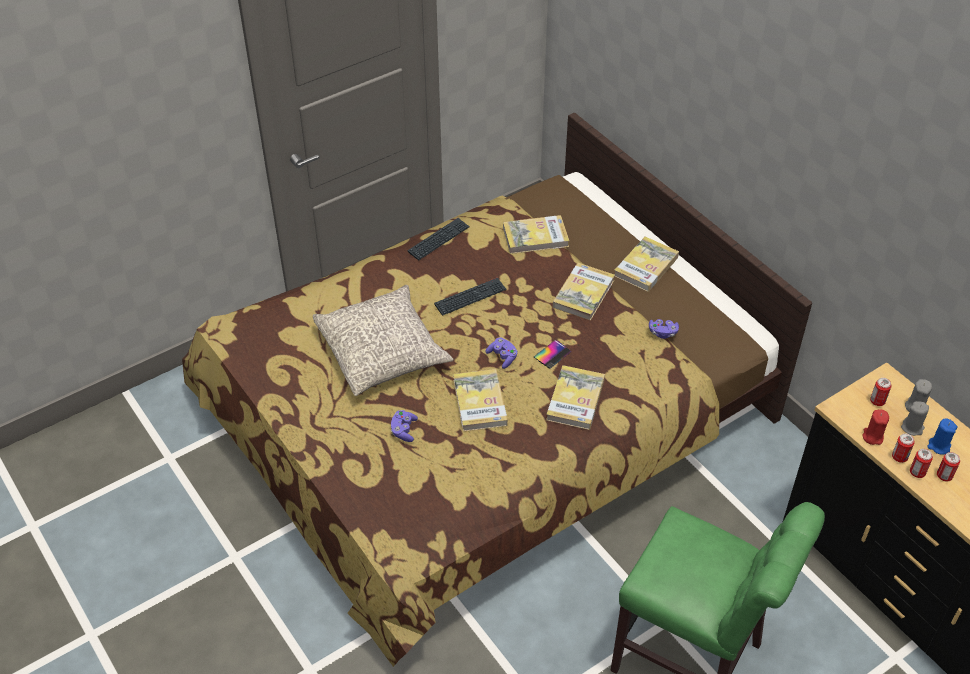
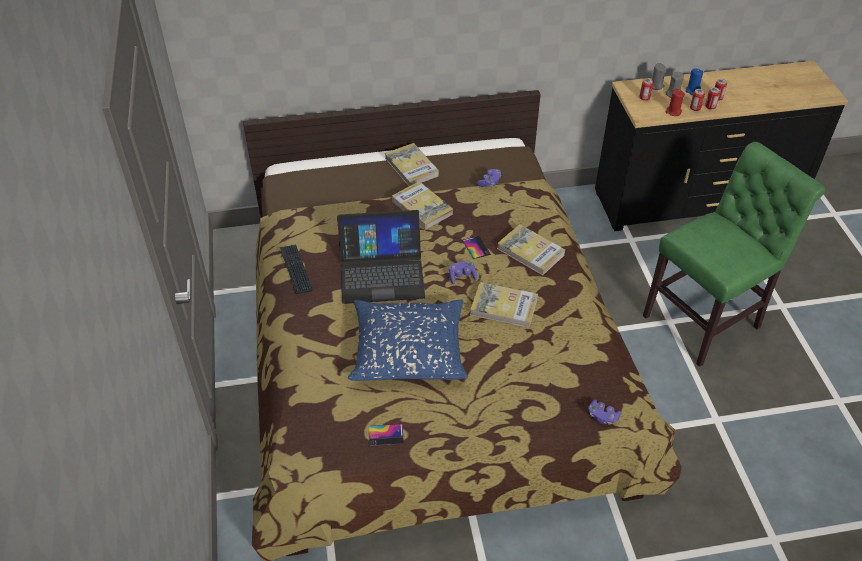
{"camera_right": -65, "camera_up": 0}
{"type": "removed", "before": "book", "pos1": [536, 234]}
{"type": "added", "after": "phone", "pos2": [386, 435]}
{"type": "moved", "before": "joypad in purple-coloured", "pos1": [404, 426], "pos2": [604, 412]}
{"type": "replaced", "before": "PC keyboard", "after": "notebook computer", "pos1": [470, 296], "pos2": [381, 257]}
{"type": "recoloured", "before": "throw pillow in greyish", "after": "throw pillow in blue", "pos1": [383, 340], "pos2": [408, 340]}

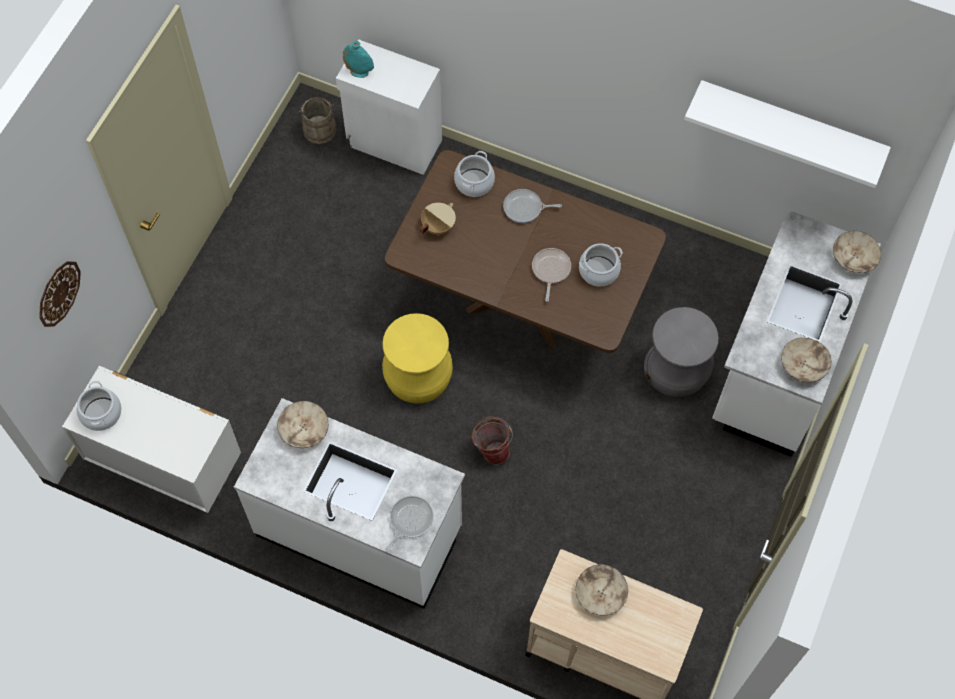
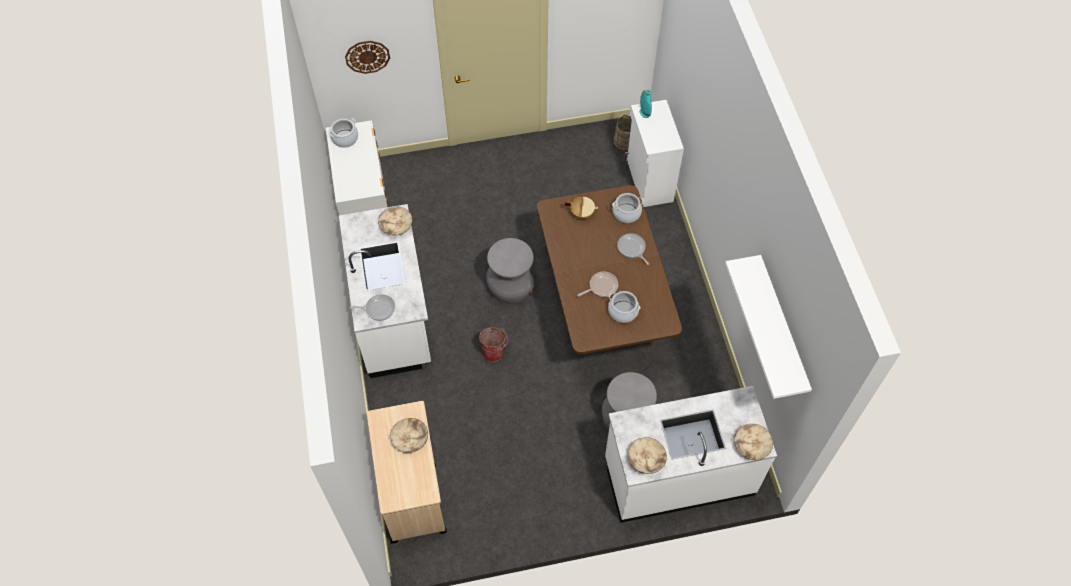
{"camera_right": 55, "camera_up": -5}
{"type": "recoloured", "before": "stool in yellow", "after": "stool in greyish", "pos1": [417, 358], "pos2": [510, 271]}

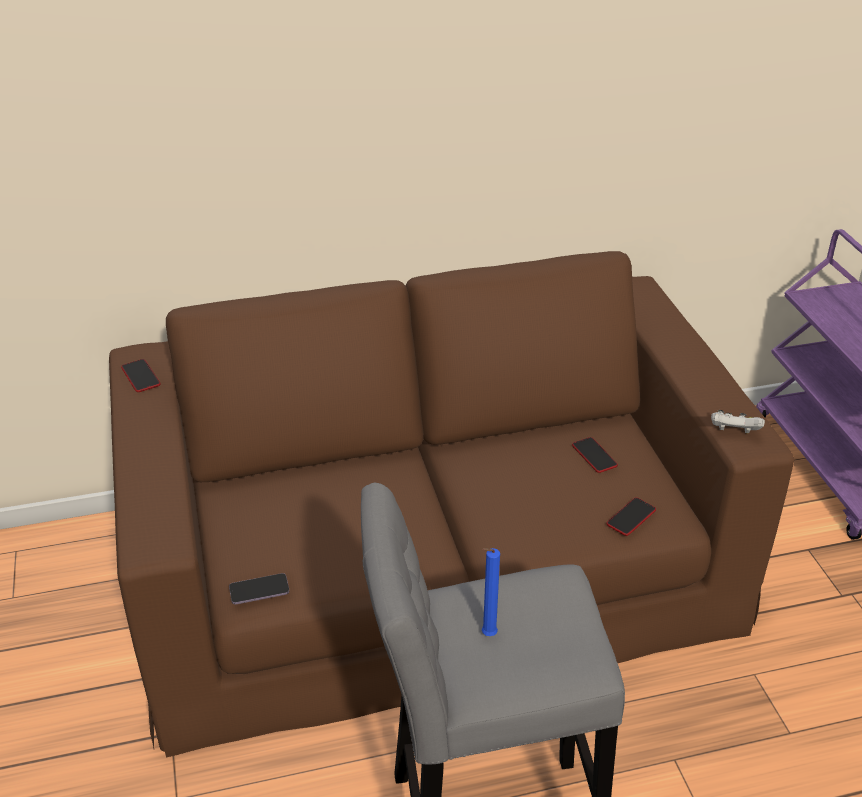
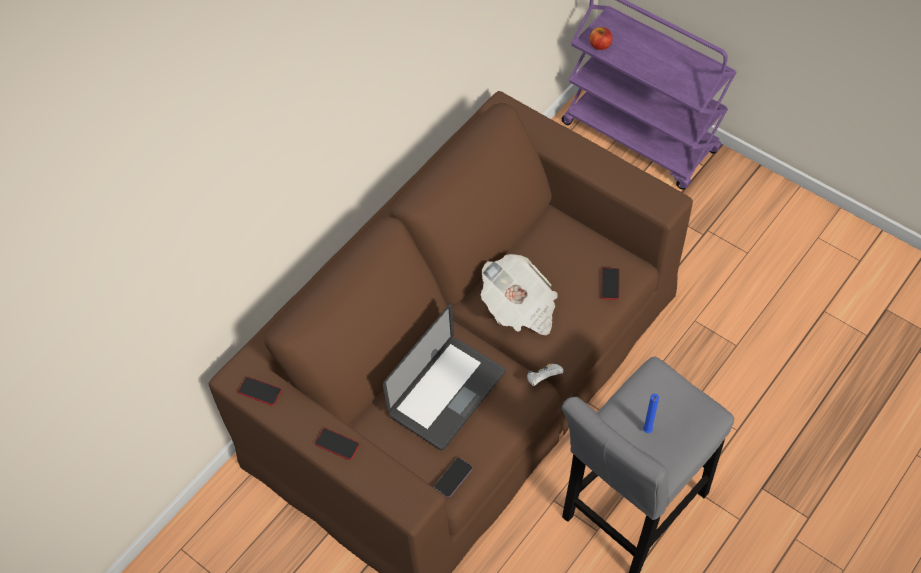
{"camera_right": -35, "camera_up": 20}
{"type": "added", "after": "notebook computer", "pos2": [444, 377]}
{"type": "added", "after": "newspaper", "pos2": [519, 294]}
{"type": "added", "after": "whole apple", "pos2": [601, 38]}
{"type": "moved", "before": "phone", "pos1": [595, 455], "pos2": [337, 444]}
{"type": "moved", "before": "joypad in whitish", "pos1": [738, 422], "pos2": [545, 375]}

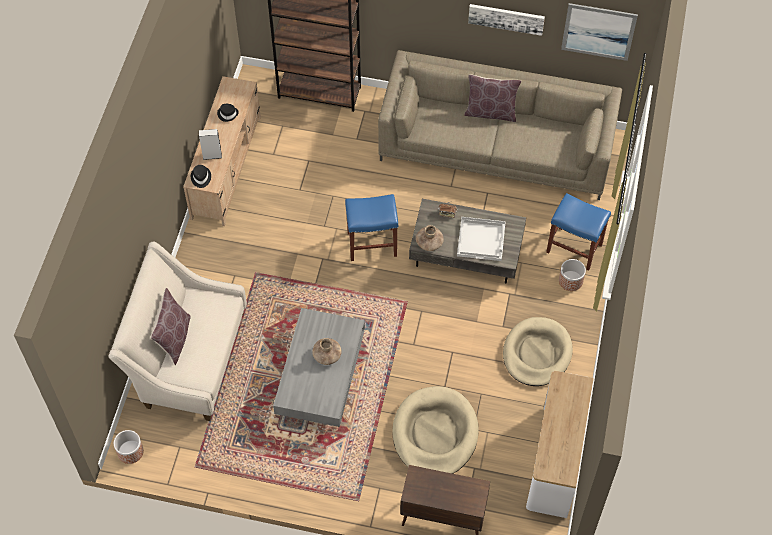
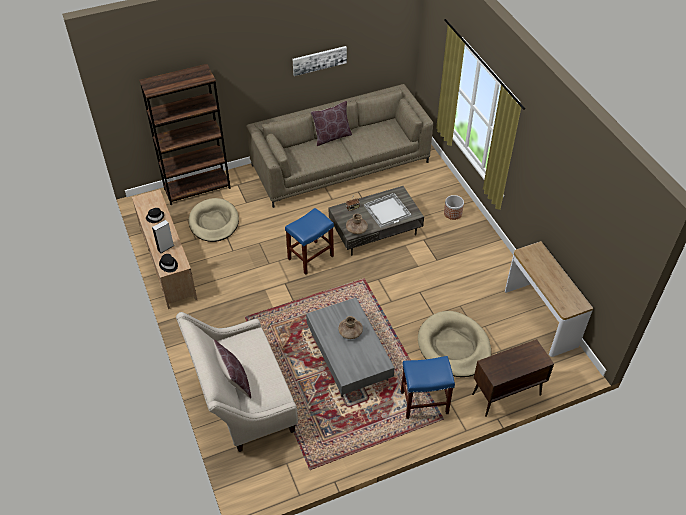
{"camera_right": -35, "camera_up": -10}
{"type": "removed", "before": "plant pot", "pos1": [129, 447]}
{"type": "removed", "before": "wall picture", "pos1": [599, 32]}
{"type": "moved", "before": "pet bed in sand-coloured", "pos1": [538, 351], "pos2": [214, 220]}
{"type": "moved", "before": "stool in blue", "pos1": [578, 232], "pos2": [428, 387]}

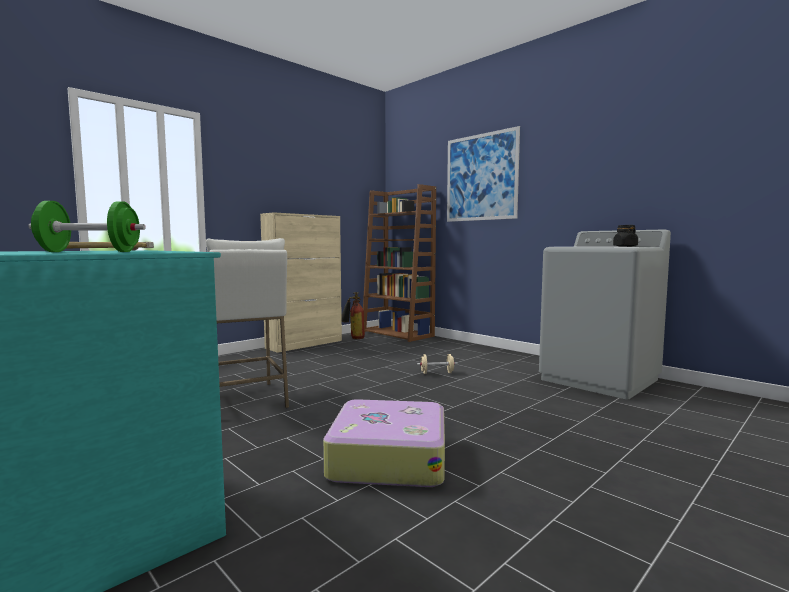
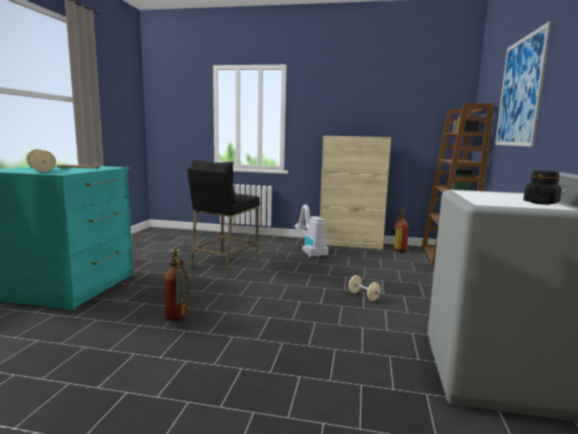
{"camera_right": 55, "camera_up": 5}
{"type": "added", "after": "vacuum", "pos2": [311, 230]}
{"type": "replaced", "before": "suitcase", "after": "fire-fighting cylinder", "pos1": [384, 443], "pos2": [178, 285]}
{"type": "recoloured", "before": "free weight in green", "after": "free weight in sand-coloured", "pos1": [87, 226], "pos2": [41, 160]}
{"type": "recoloured", "before": "stool in whitish", "after": "stool in black-coloured", "pos1": [247, 323], "pos2": [223, 218]}

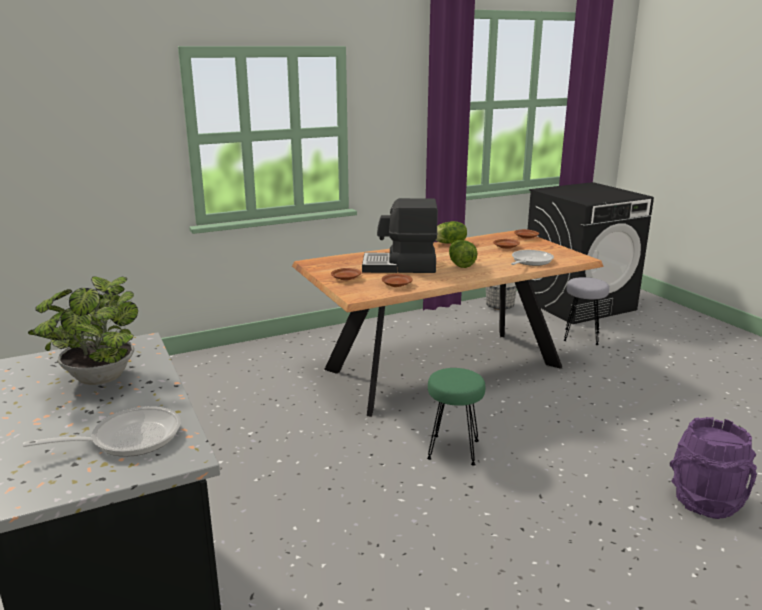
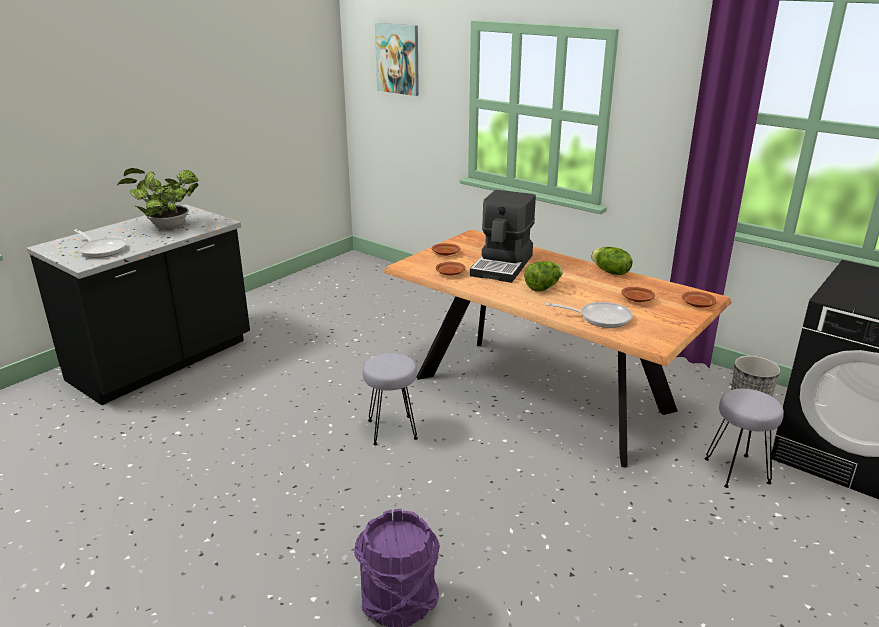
{"camera_right": 65, "camera_up": 5}
{"type": "added", "after": "wall picture", "pos2": [397, 59]}
{"type": "recoloured", "before": "stool in green", "after": "stool in greyish", "pos1": [456, 416], "pos2": [390, 399]}
{"type": "turned", "before": "coffee brewer", "pos1": [400, 235], "pos2": [503, 236], "turn": -135}

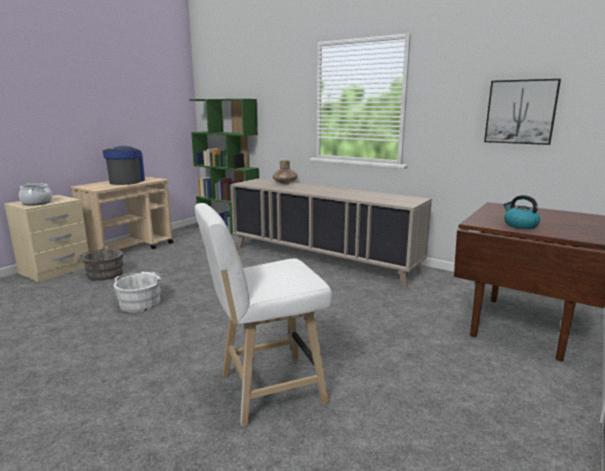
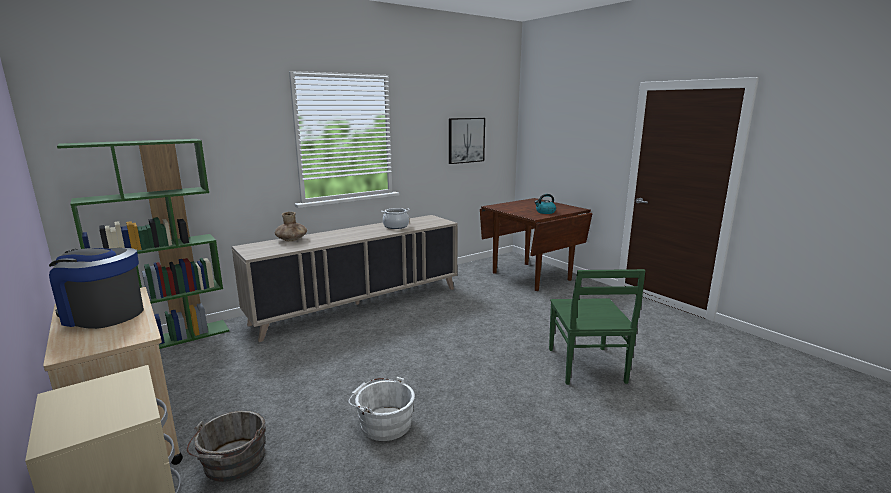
{"camera_right": -70, "camera_up": 0}
{"type": "moved", "before": "saucepot", "pos1": [35, 194], "pos2": [395, 218]}
{"type": "replaced", "before": "stool in whitish", "after": "chair in green", "pos1": [263, 315], "pos2": [597, 327]}

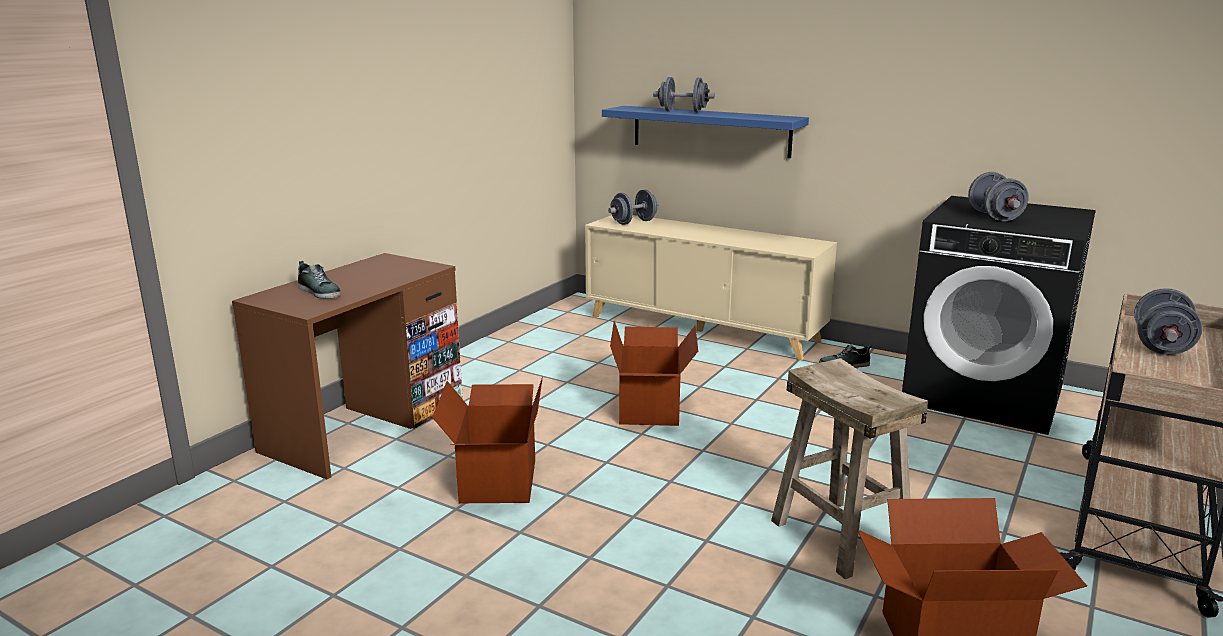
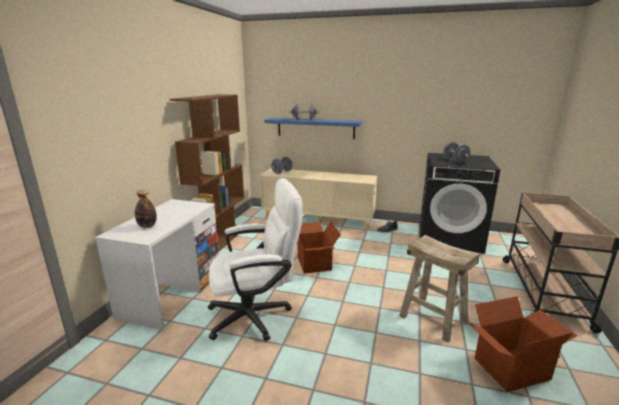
{"camera_right": -15, "camera_up": 0}
{"type": "removed", "before": "free weight in greyish", "pos1": [1168, 321]}
{"type": "added", "after": "bookshelf in brown", "pos2": [206, 172]}
{"type": "replaced", "before": "low shoe", "after": "drink bottle", "pos1": [319, 280], "pos2": [146, 209]}
{"type": "replaced", "before": "packing box", "after": "desk chair in whitish", "pos1": [487, 439], "pos2": [255, 259]}
{"type": "recoloured", "before": "desk in brown", "after": "desk in whitish", "pos1": [347, 366], "pos2": [157, 264]}

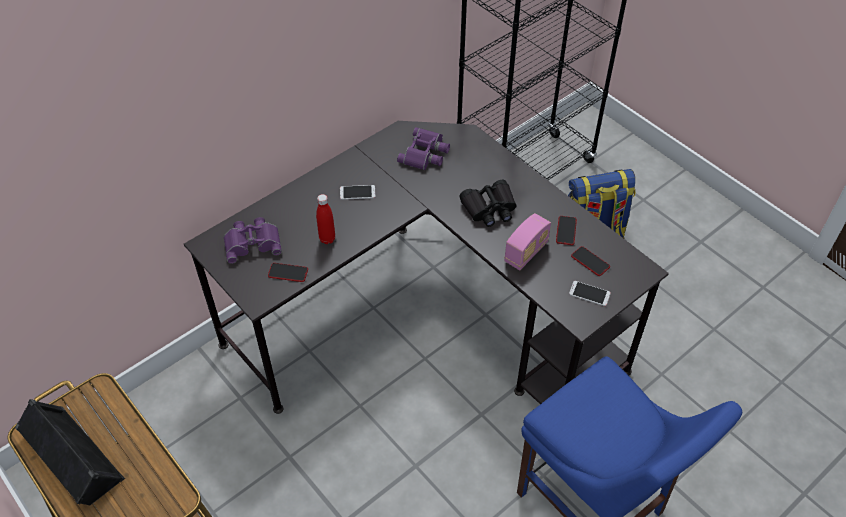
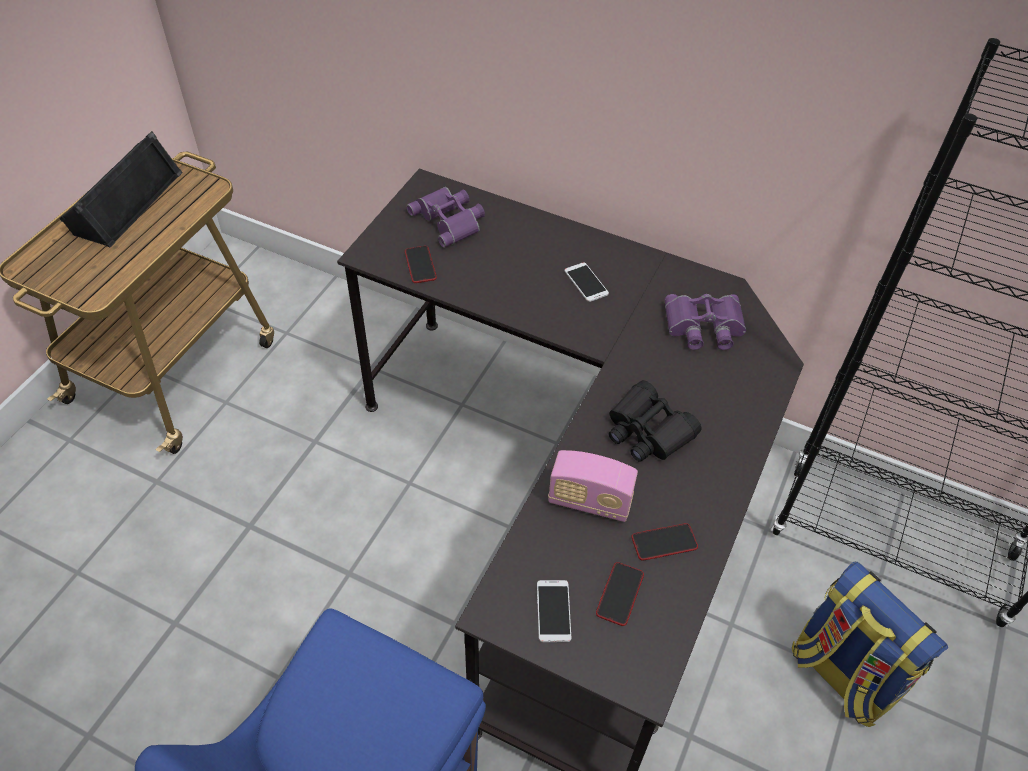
{"camera_right": 65, "camera_up": 0}
{"type": "removed", "before": "drink bottle in red", "pos1": [325, 219]}

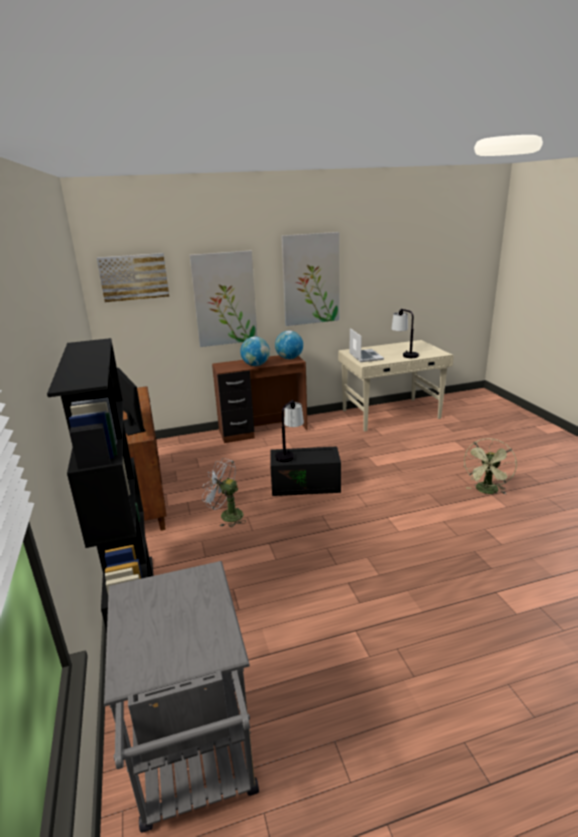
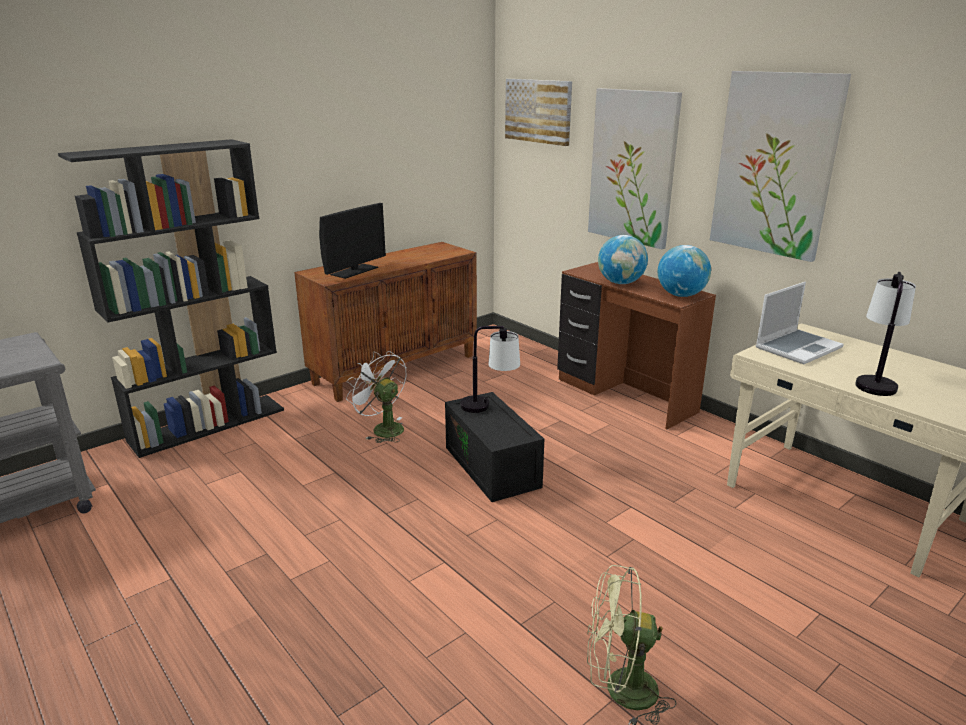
{"camera_right": 65, "camera_up": 0}
{"type": "turned", "before": "cooling fan in whitish", "pos1": [223, 492], "pos2": [376, 397], "turn": -45}

